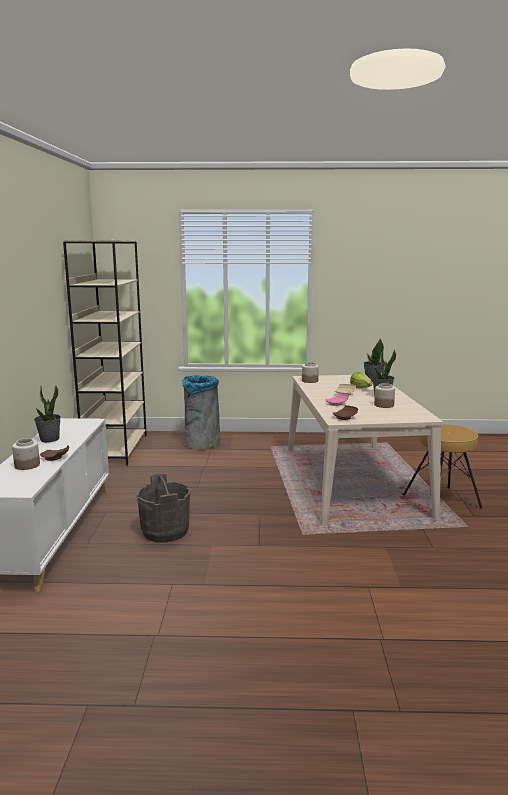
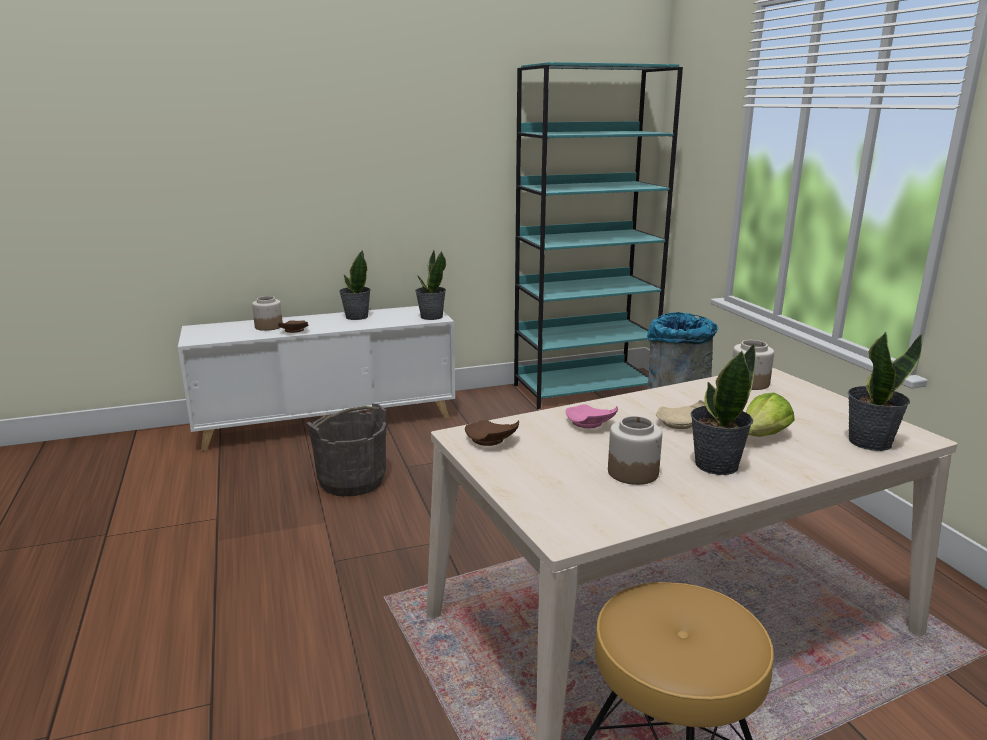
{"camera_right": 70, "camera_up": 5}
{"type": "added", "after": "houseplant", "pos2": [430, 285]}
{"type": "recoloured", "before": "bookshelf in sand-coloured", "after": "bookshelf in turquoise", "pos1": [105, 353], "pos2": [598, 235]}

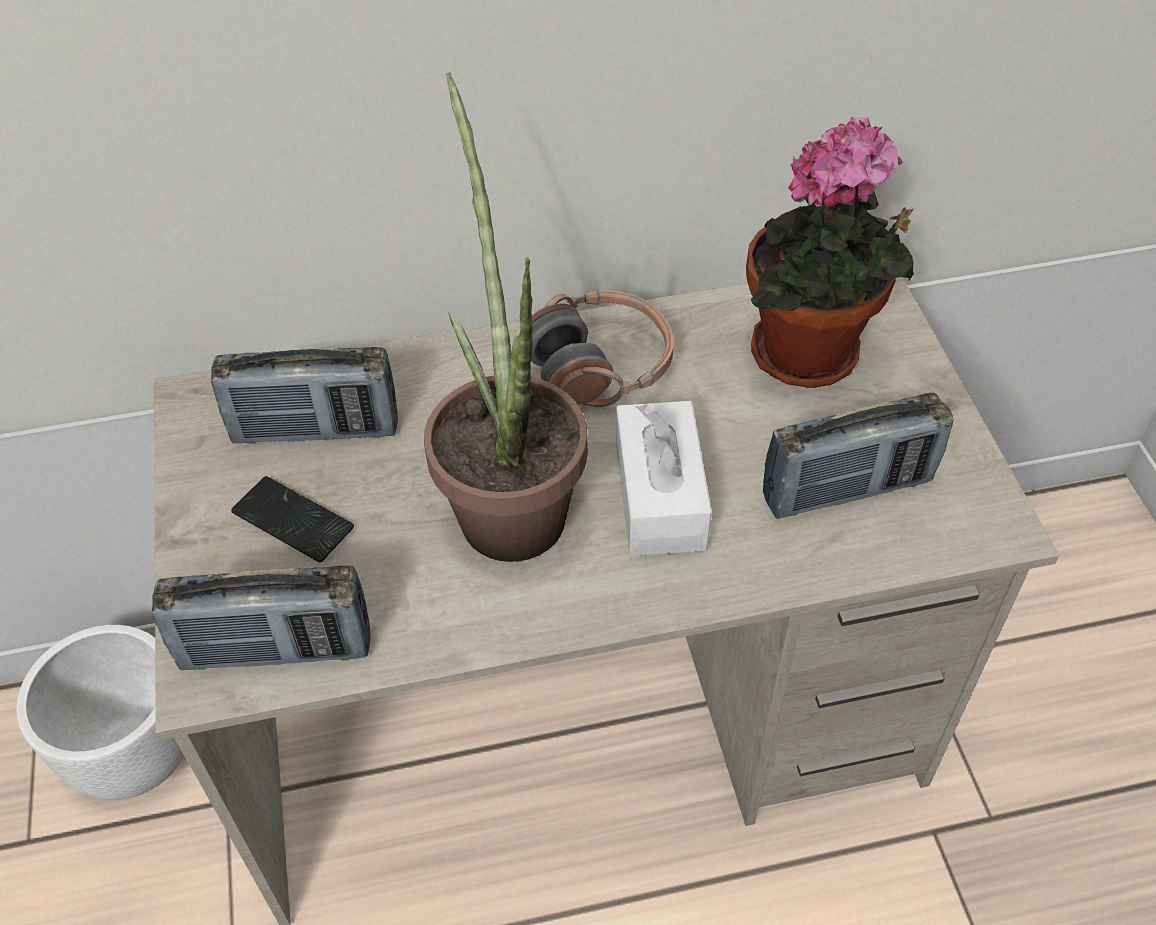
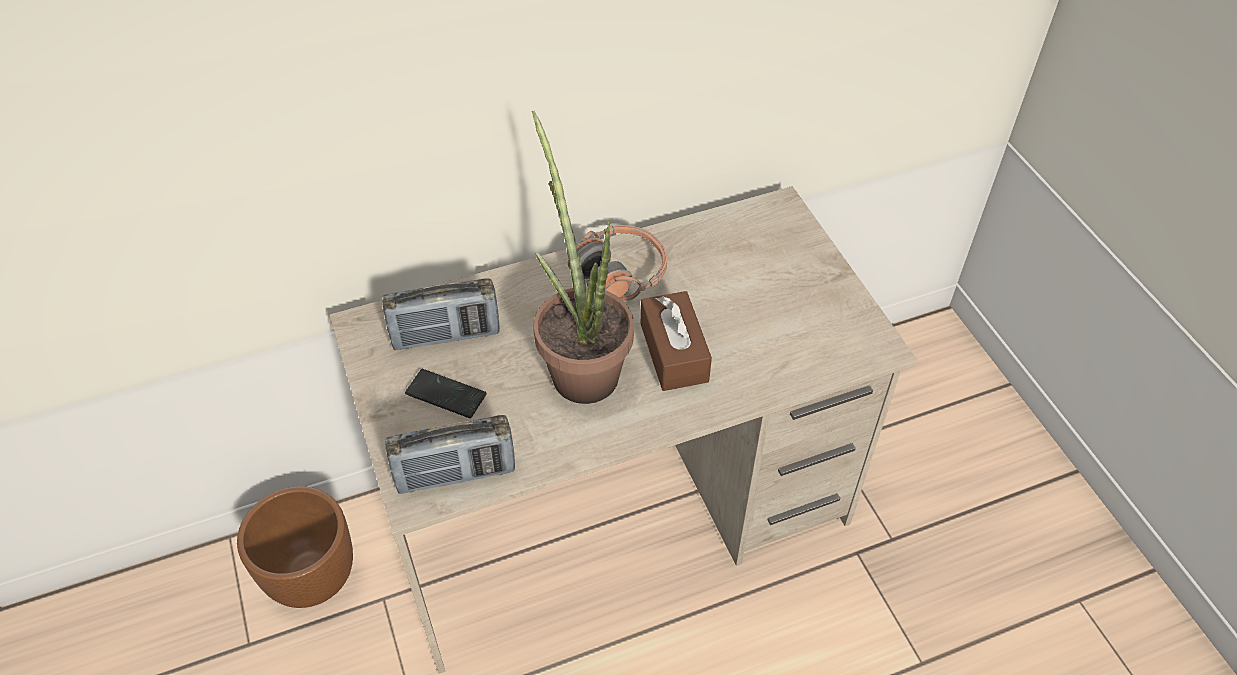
{"camera_right": -10, "camera_up": 0}
{"type": "removed", "before": "houseplant", "pos1": [830, 252]}
{"type": "removed", "before": "radio receiver", "pos1": [858, 456]}
{"type": "recoloured", "before": "plant pot in whitish", "after": "plant pot in brown", "pos1": [100, 712], "pos2": [295, 547]}
{"type": "recoloured", "before": "tissue holder in whitish", "after": "tissue holder in brown", "pos1": [664, 478], "pos2": [676, 341]}

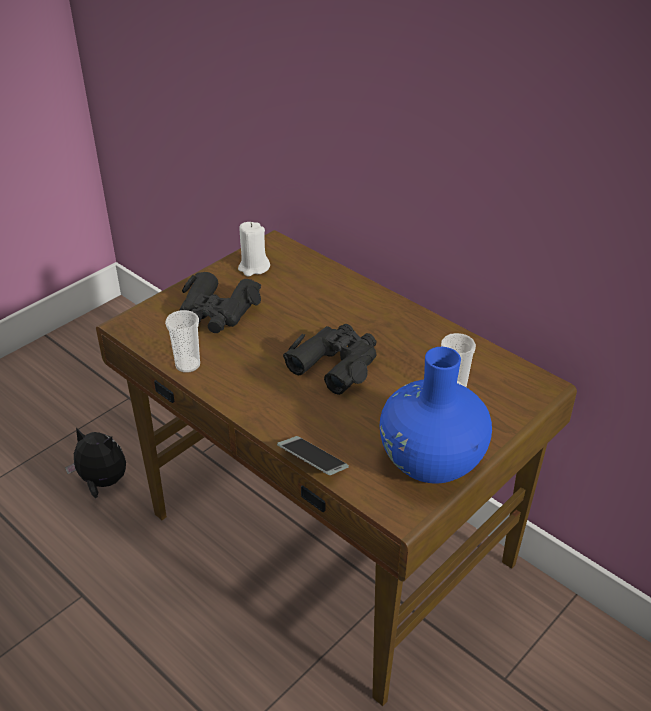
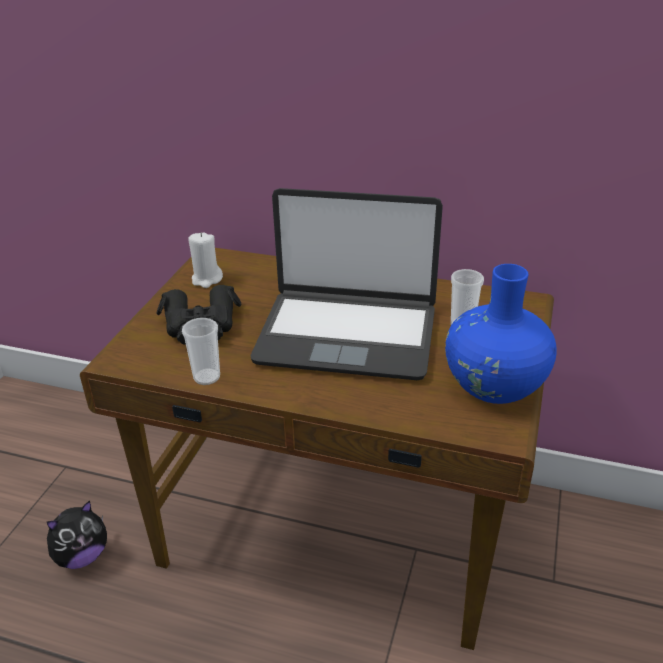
{"camera_right": -25, "camera_up": -5}
{"type": "removed", "before": "phone", "pos1": [313, 455]}
{"type": "replaced", "before": "pair of binoculars in black-coloured", "after": "notebook computer", "pos1": [329, 359], "pos2": [346, 284]}
{"type": "turned", "before": "soft toy", "pos1": [95, 463], "pos2": [77, 534], "turn": 150}

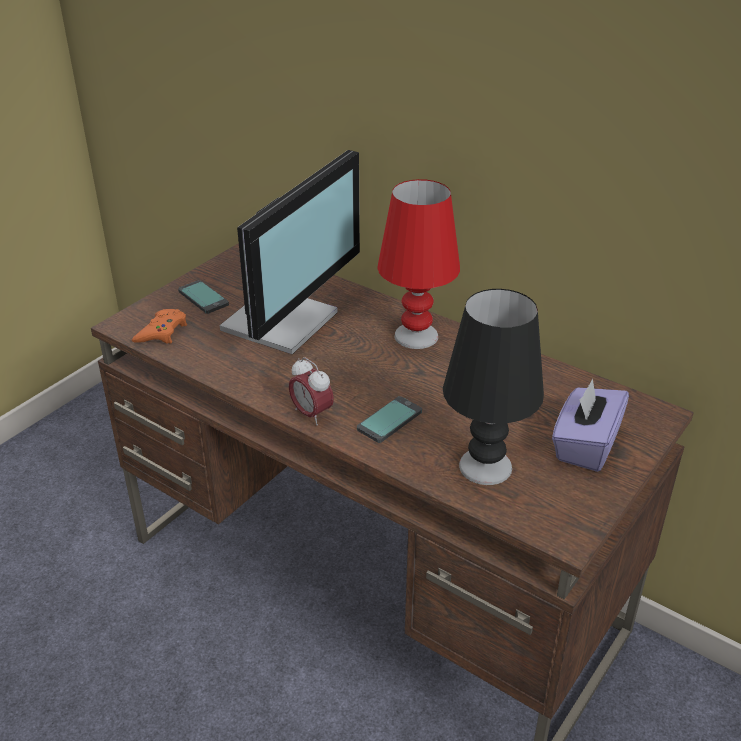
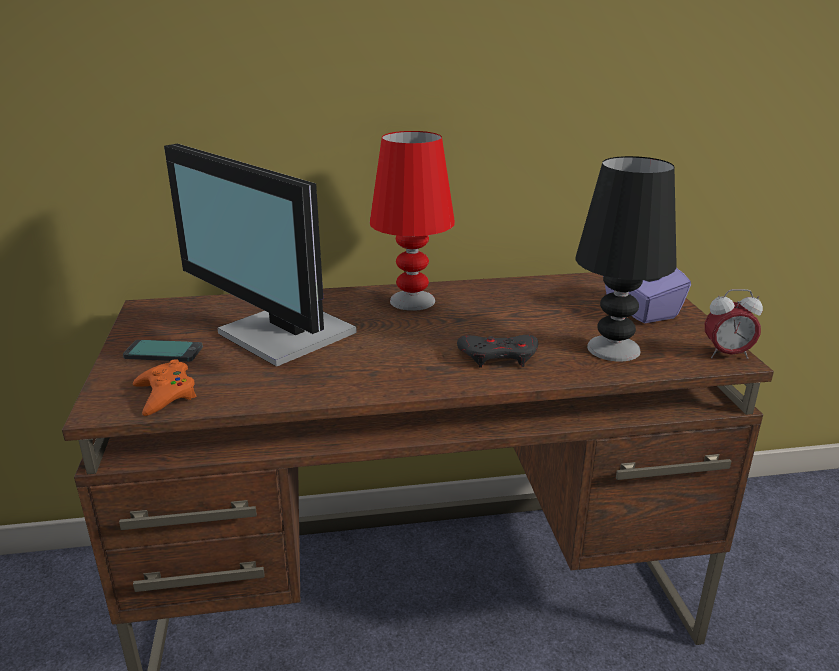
{"camera_right": -45, "camera_up": -10}
{"type": "moved", "before": "bedside clock", "pos1": [311, 391], "pos2": [734, 324]}
{"type": "replaced", "before": "phone", "after": "joypad in greyish", "pos1": [389, 419], "pos2": [497, 351]}
{"type": "turned", "before": "computer display", "pos1": [290, 252], "pos2": [260, 255], "turn": 150}

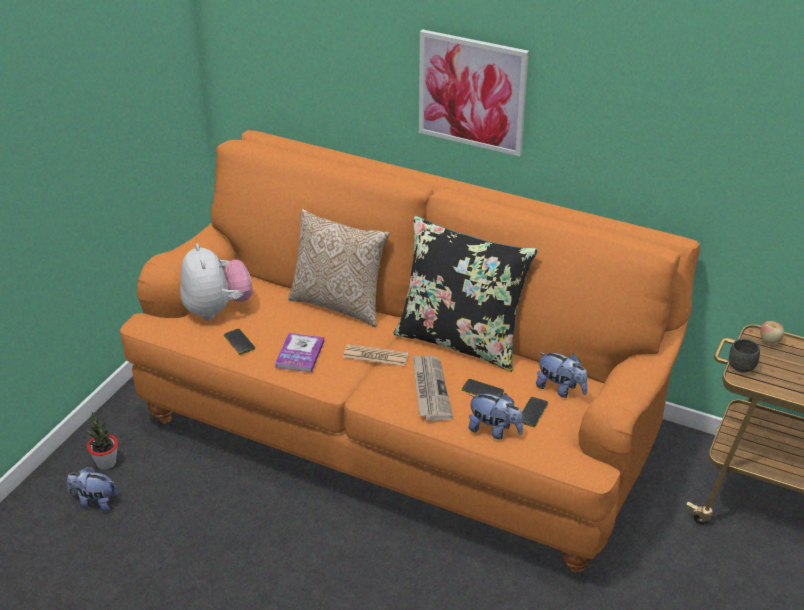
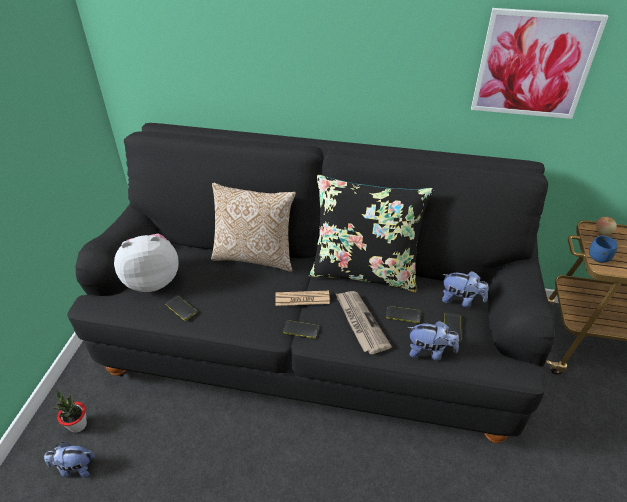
{"camera_right": -15, "camera_up": 5}
{"type": "removed", "before": "book", "pos1": [299, 353]}
{"type": "added", "after": "phone", "pos2": [301, 329]}
{"type": "moved", "before": "wall picture", "pos1": [474, 92], "pos2": [539, 63]}
{"type": "recoloured", "before": "couch in orange", "after": "couch in black-coloured", "pos1": [410, 351], "pos2": [311, 283]}
{"type": "recoloured", "before": "tea mug in greyish", "after": "tea mug in blue", "pos1": [744, 356], "pos2": [603, 249]}
{"type": "turned", "before": "soft toy", "pos1": [216, 281], "pos2": [146, 263], "turn": -75}

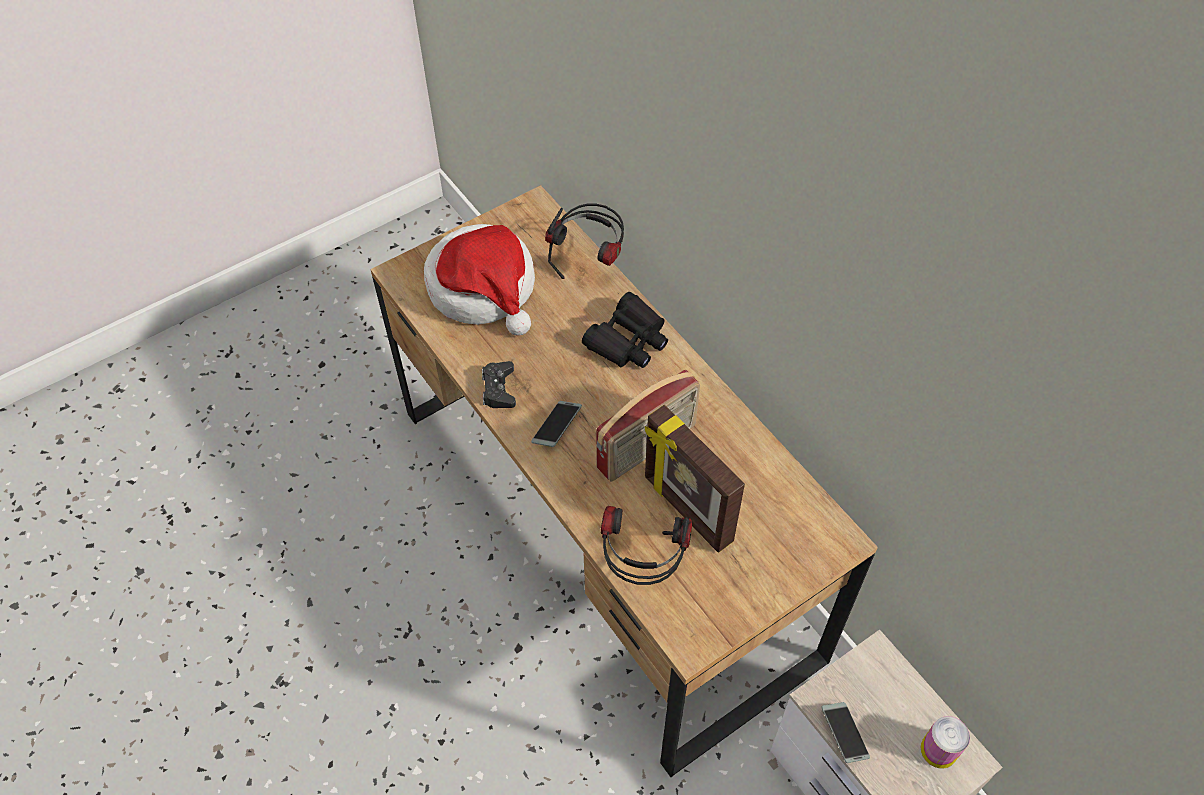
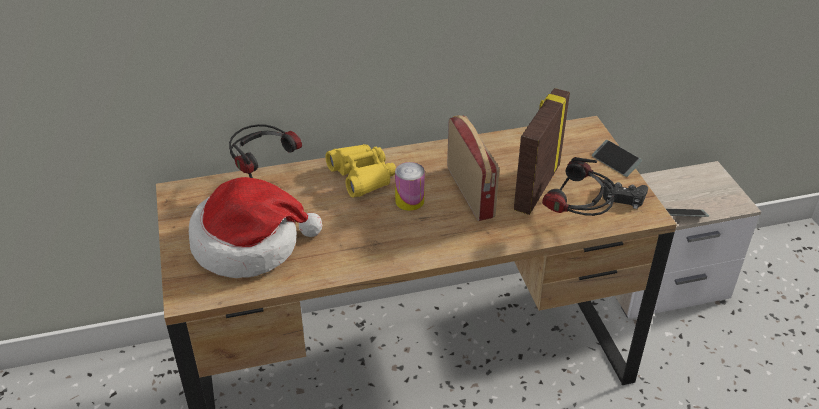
{"camera_right": -70, "camera_up": -15}
{"type": "moved", "before": "joypad in black-coloured", "pos1": [499, 384], "pos2": [625, 194]}
{"type": "moved", "before": "phone", "pos1": [556, 424], "pos2": [617, 158]}
{"type": "moved", "before": "metal can", "pos1": [945, 742], "pos2": [410, 186]}
{"type": "recoloured", "before": "pair of binoculars in black-coloured", "after": "pair of binoculars in yellow", "pos1": [625, 330], "pos2": [360, 171]}
{"type": "turned", "before": "photo frame", "pos1": [695, 479], "pos2": [542, 151], "turn": 135}

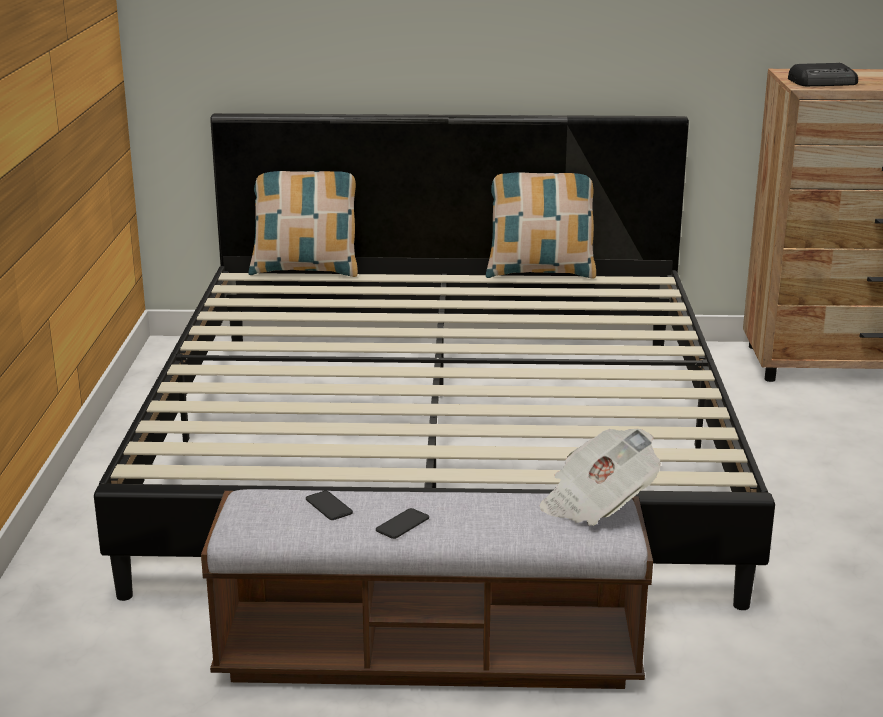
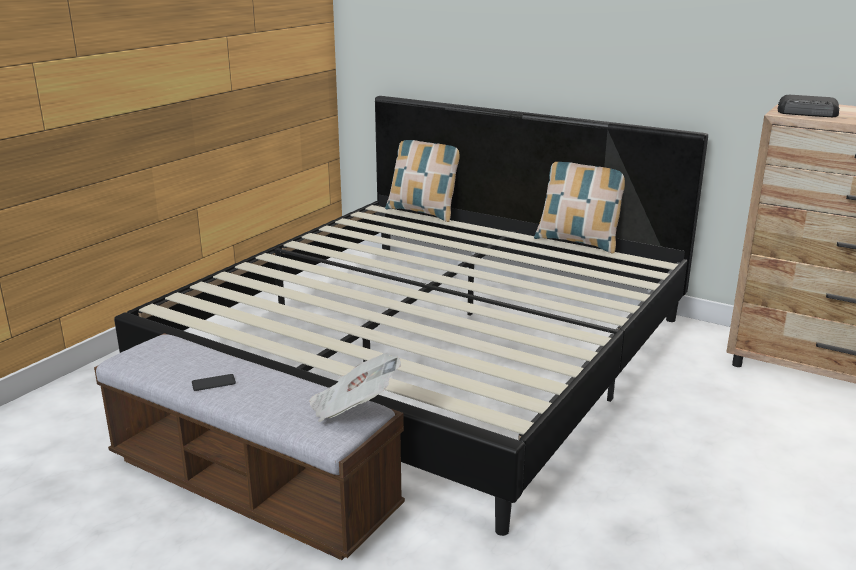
{"camera_right": 30, "camera_up": 0}
{"type": "removed", "before": "phone", "pos1": [329, 505]}

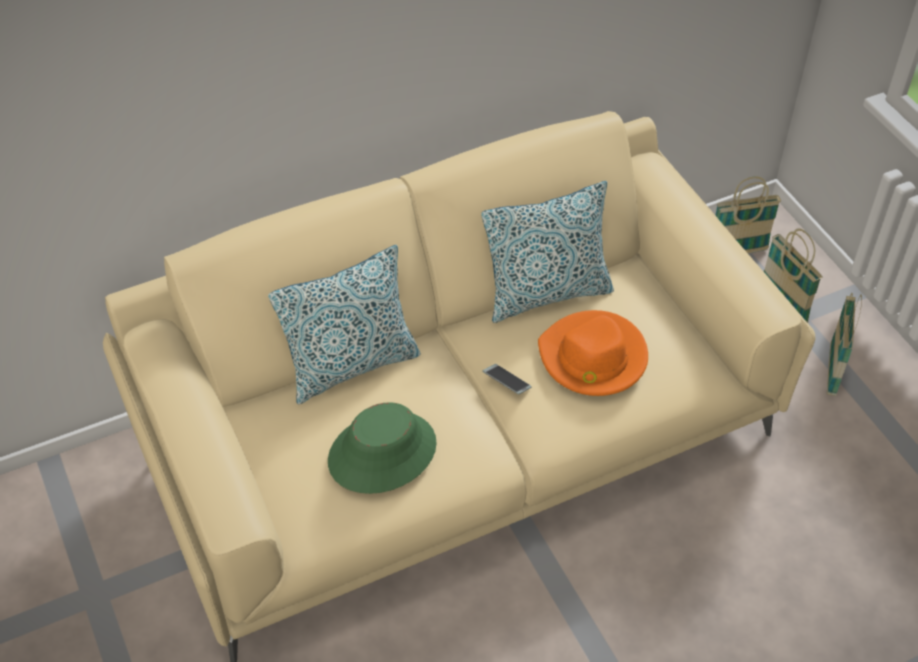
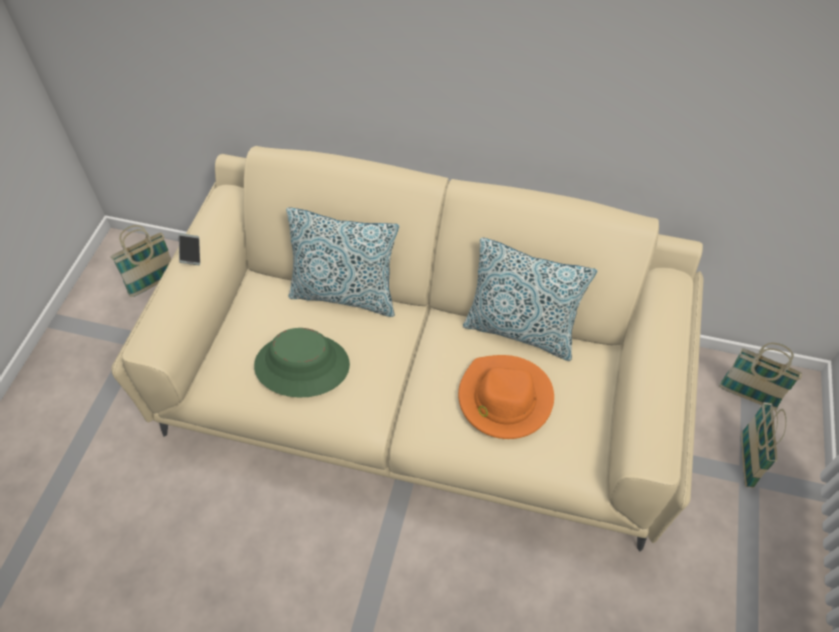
{"camera_right": 40, "camera_up": 5}
{"type": "moved", "before": "phone", "pos1": [507, 379], "pos2": [189, 249]}
{"type": "moved", "before": "household basket", "pos1": [844, 344], "pos2": [141, 261]}

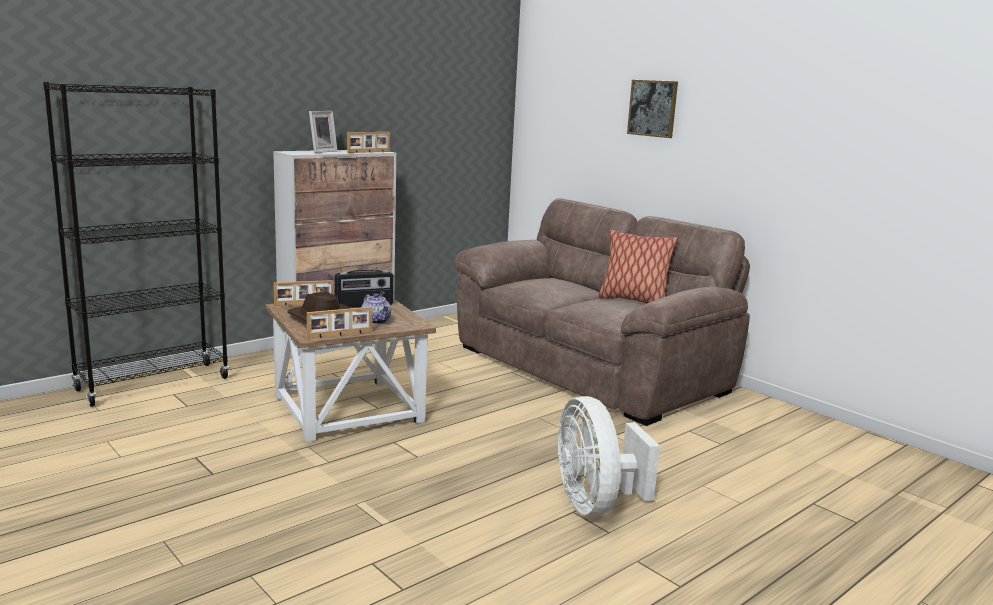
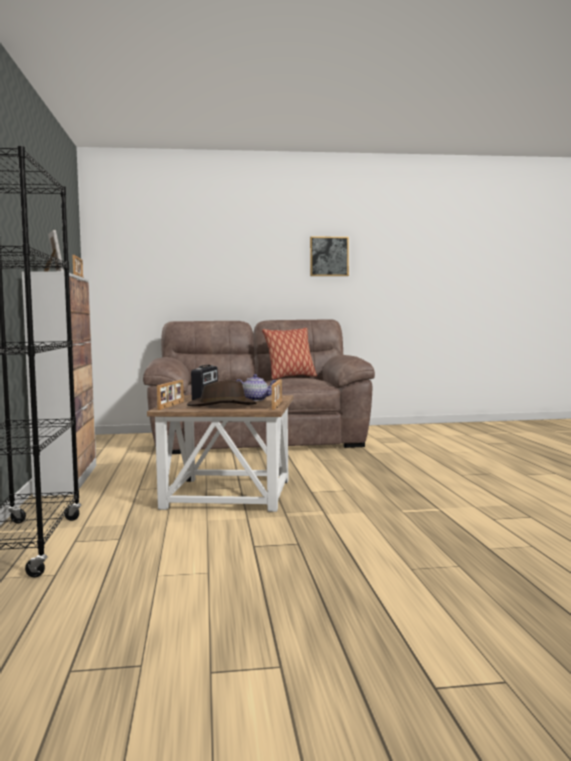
{"camera_right": -55, "camera_up": -10}
{"type": "removed", "before": "cooling fan in whitish", "pos1": [608, 456]}
{"type": "moved", "before": "wall picture", "pos1": [652, 109], "pos2": [329, 256]}

